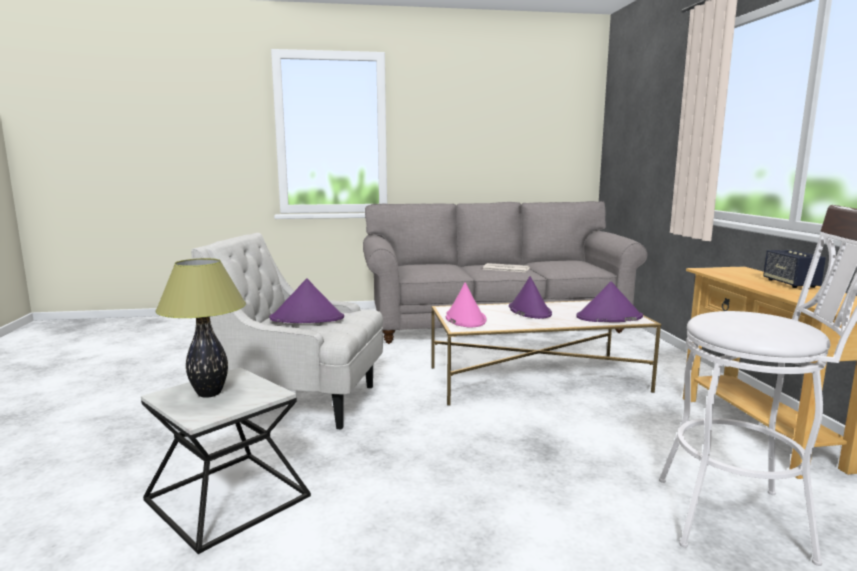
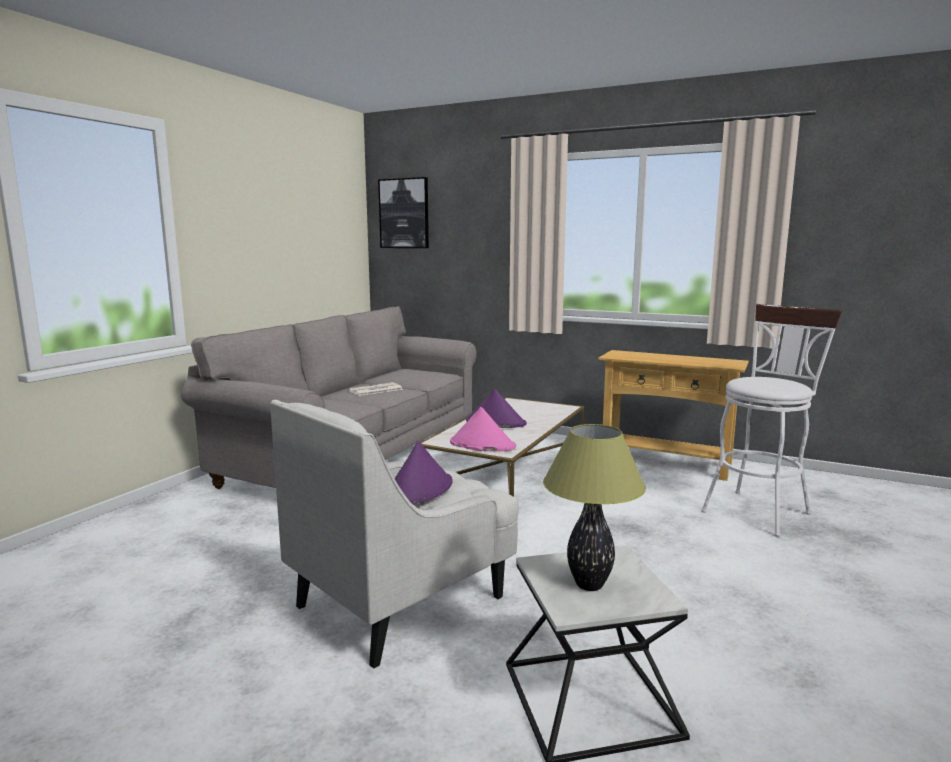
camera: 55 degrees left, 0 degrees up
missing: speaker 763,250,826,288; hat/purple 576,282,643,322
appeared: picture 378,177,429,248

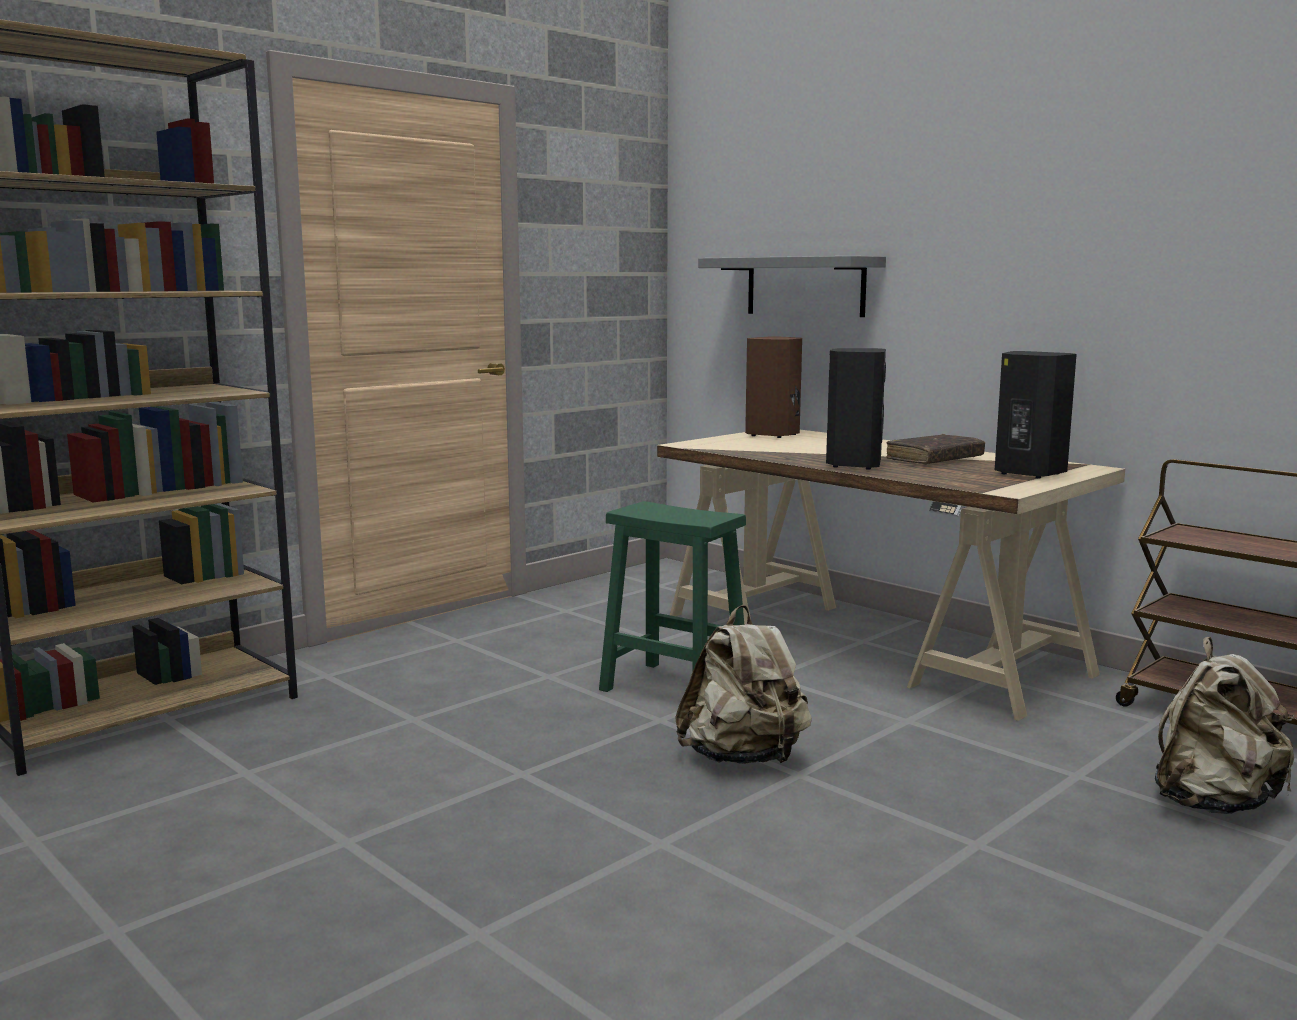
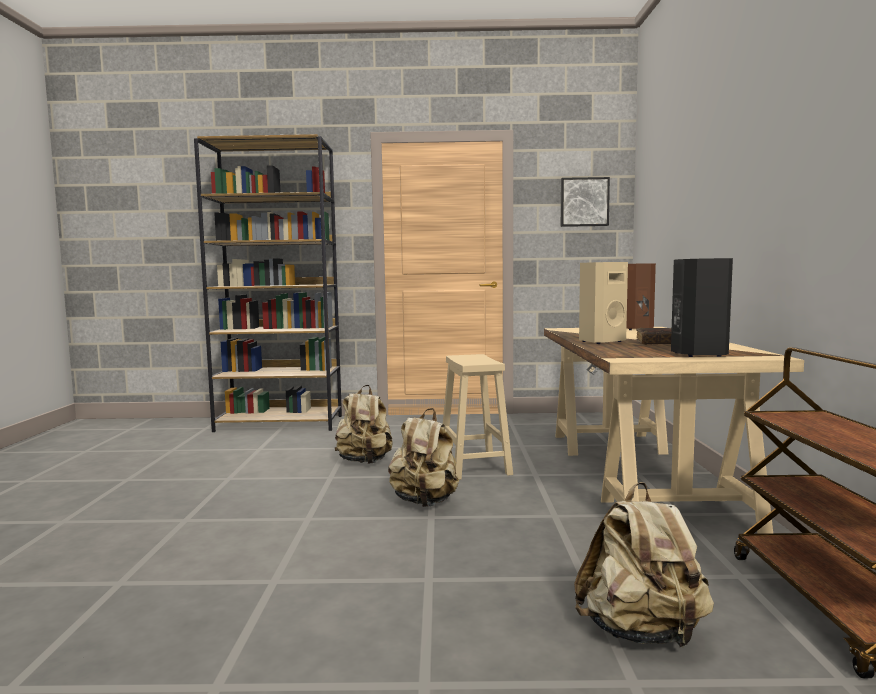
camera: 45 degrees right, 5 degrees down
missing: shelf/grey 698,256,886,317
appeared: picture 561,177,610,227; backpack/beige 335,385,393,464
colour: speaker/black 826,348,886,470 to speaker/beige 579,262,628,344; stool/green 599,501,746,692 to stool/beige 443,354,513,480

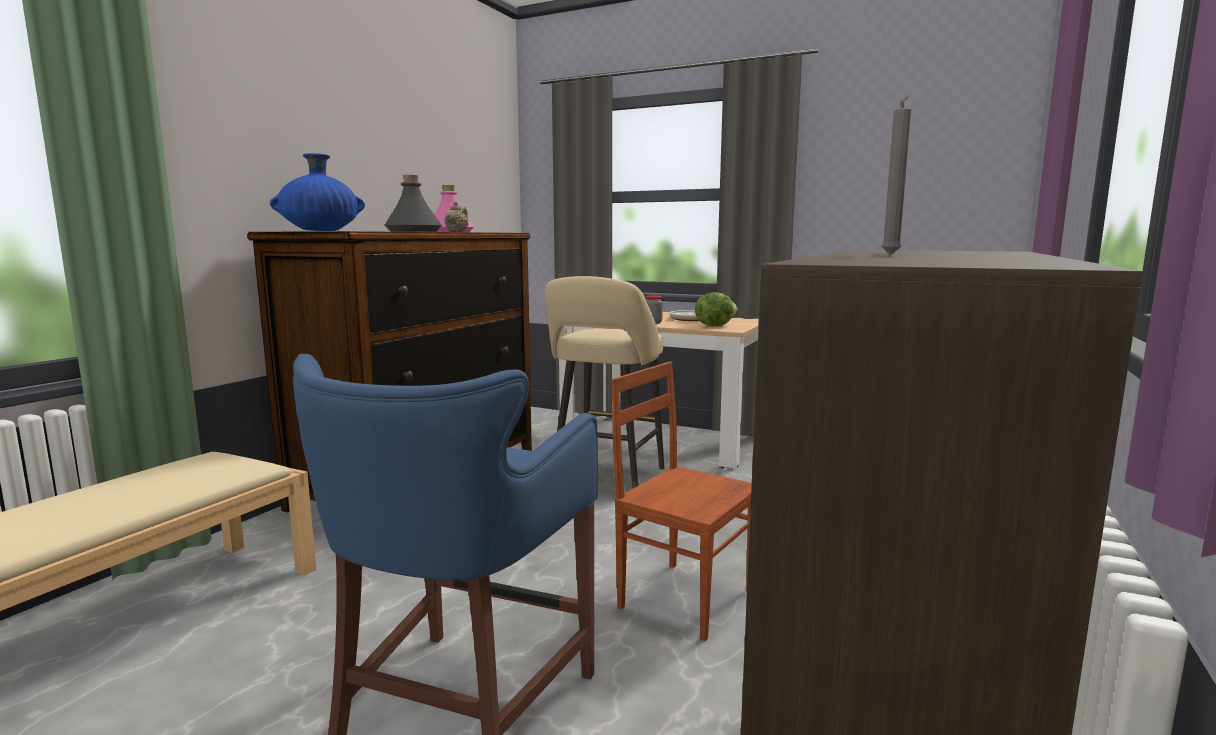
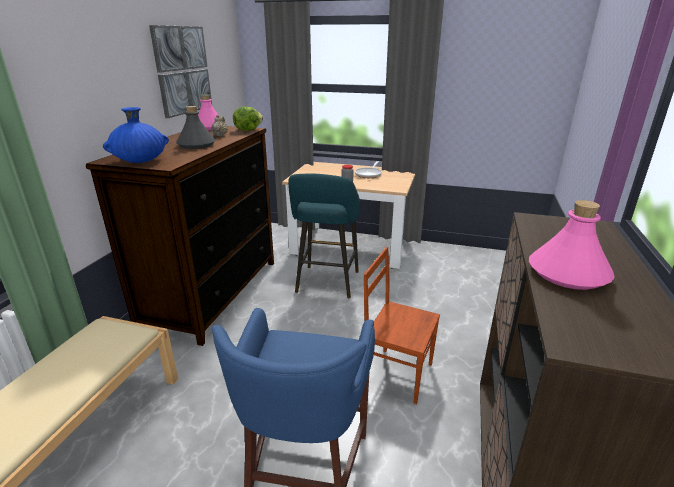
camera: 10 degrees left, 15 degrees up
appeared: picture 149,25,212,118
relocated: lettuce 695,292,737,326 to 233,106,263,131
exchanged: candle/grey 881,95,911,255 to bottle/pink 529,200,615,290
colour: stool/beige 545,276,664,489 to stool/turquoise 288,174,360,298

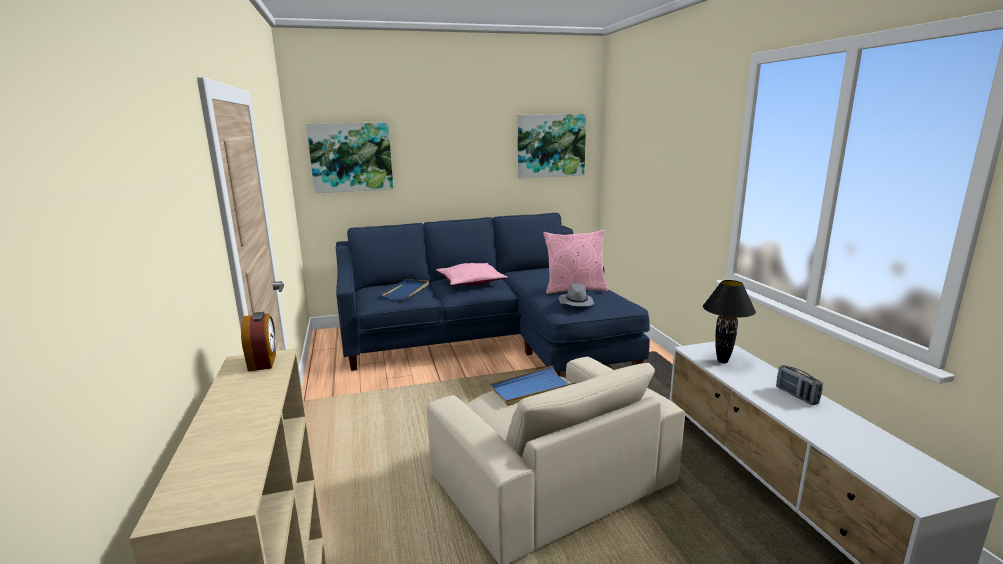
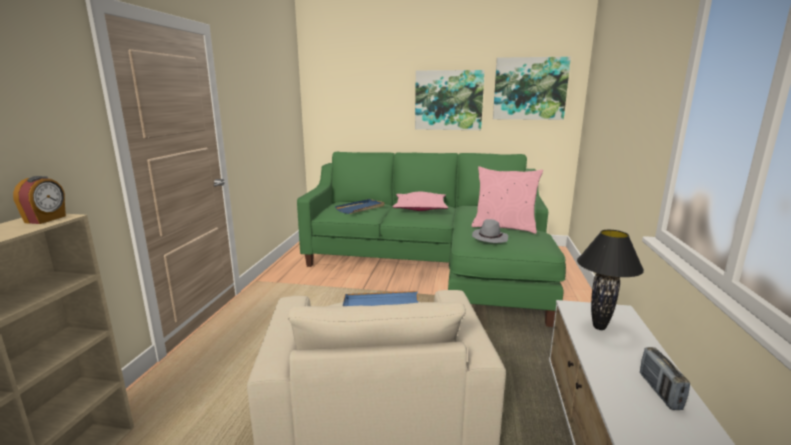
camera: 25 degrees right, 0 degrees up
relocated: picture 306,122,393,193 to 415,70,485,130
colour: sofa/blue 336,213,650,376 to sofa/green 297,152,566,327

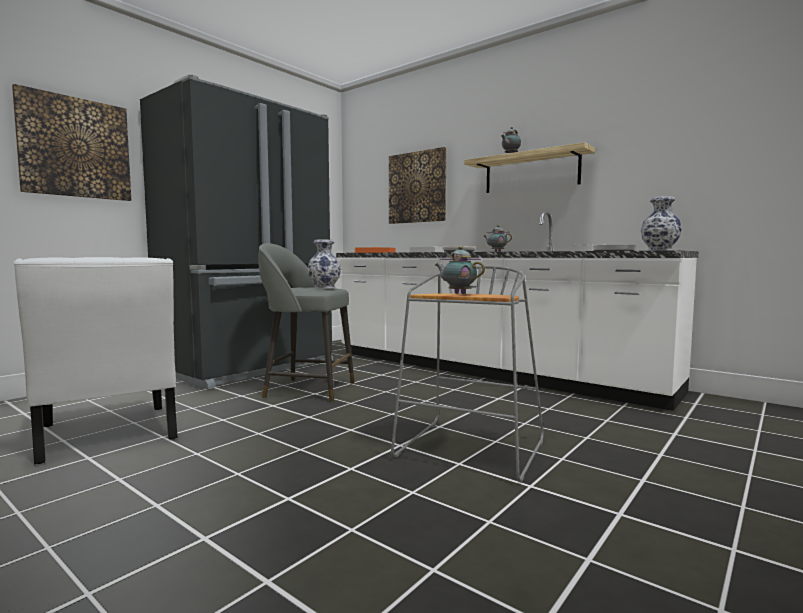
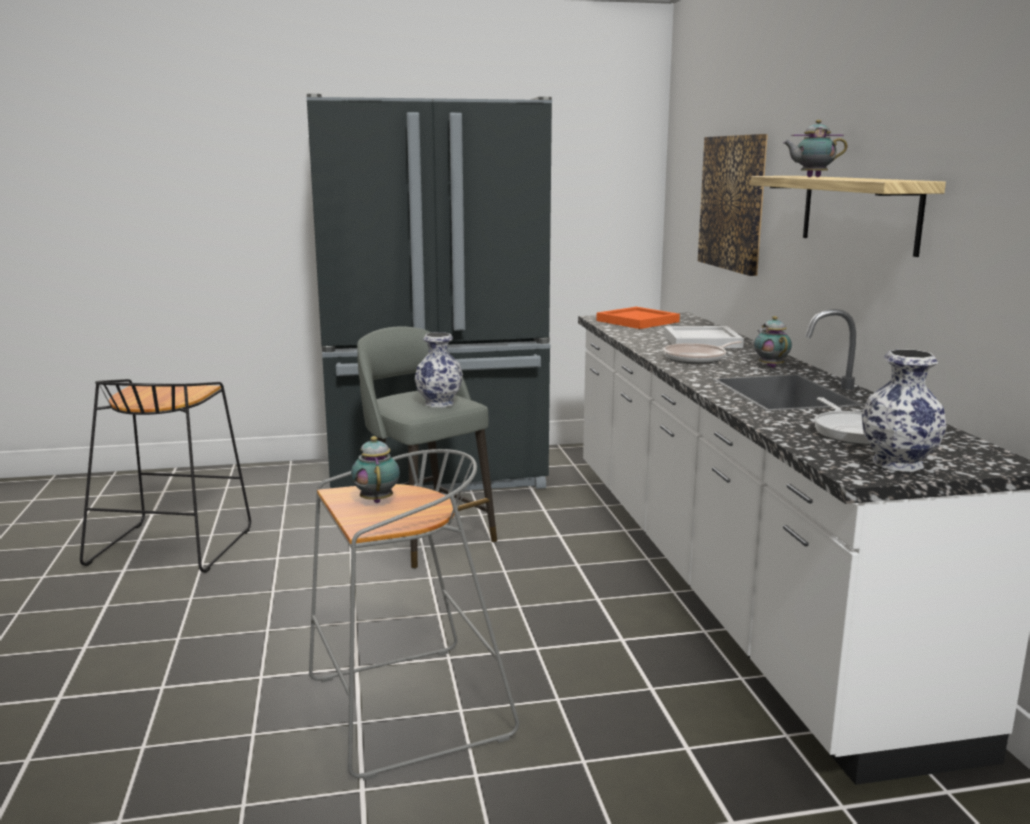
camera: 40 degrees right, 10 degrees up
missing: picture 12,84,131,201
exchanged: chair/white 14,257,178,464 to stool/black 80,379,251,573

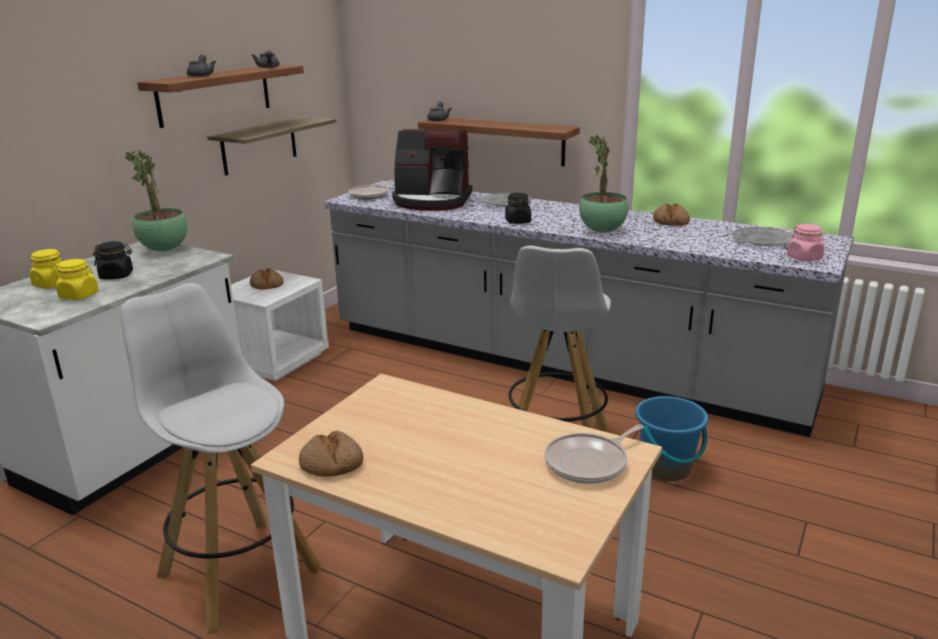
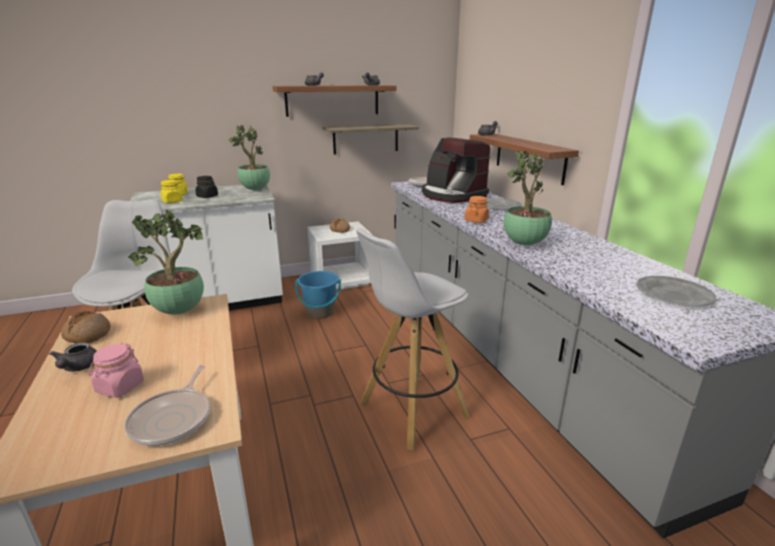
camera: 40 degrees right, 0 degrees up
missing: bread 653,203,690,226
appeared: potted plant 128,210,204,315; teapot/grey 49,342,97,372
relocated: jar/pink 787,224,824,261 to 89,343,144,398; bucket/blue 635,396,708,481 to 295,271,341,319
colour: jar/black 505,193,531,224 to jar/orange 465,196,489,223
spun: frying pan 544,424,644,484 = 124,365,210,446 90 degrees counterclockwise

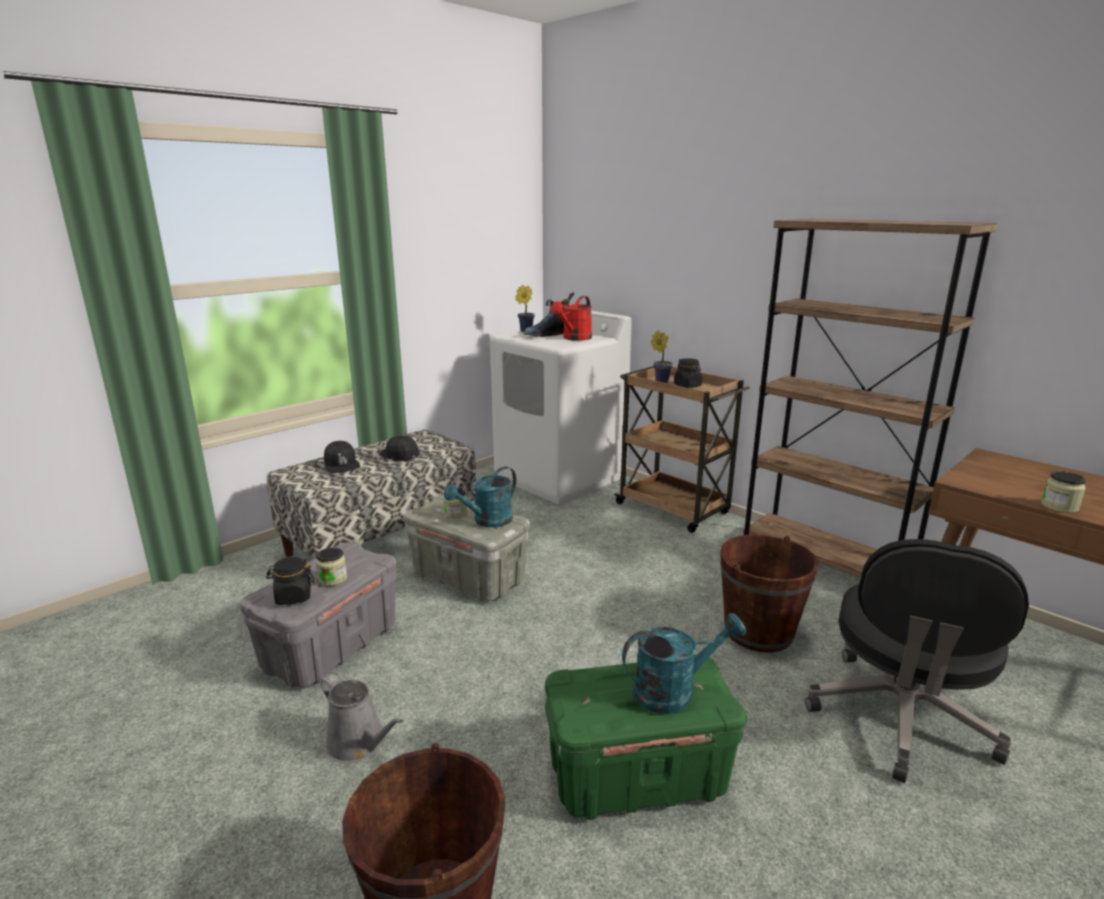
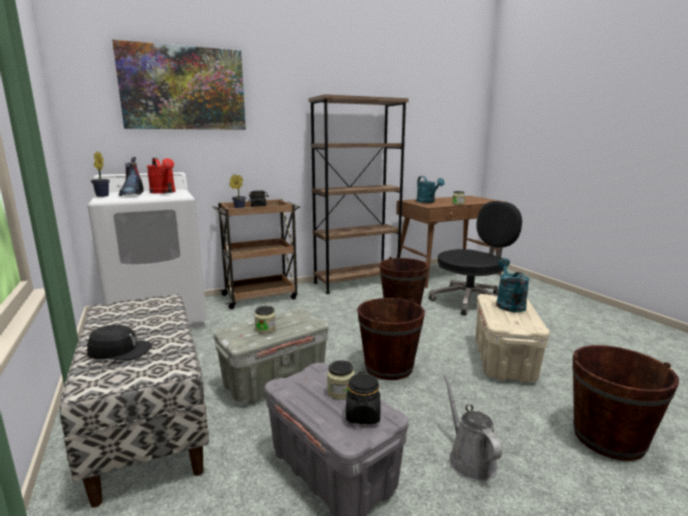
camera: 70 degrees left, 5 degrees down
missing: cap/black 379,436,419,461
appeared: picture 112,40,246,130; bucket/brown 357,298,425,380
relocated: watering can/turquoise 444,466,516,528 to 417,176,445,203
colour: storage box/green 545,655,747,820 to storage box/beige 475,294,550,383
spun: office chair/black 805,539,1029,783 = 429,201,522,316 75 degrees counterclockwise; watering can/grey 321,674,403,763 = 444,374,502,481 75 degrees counterclockwise

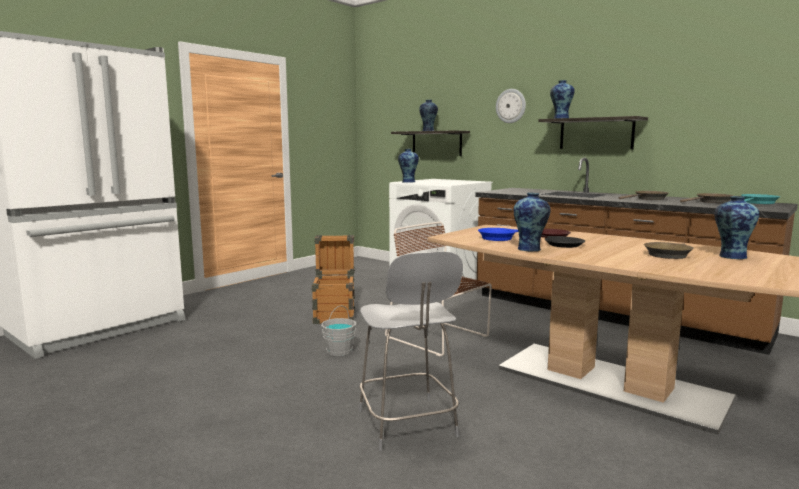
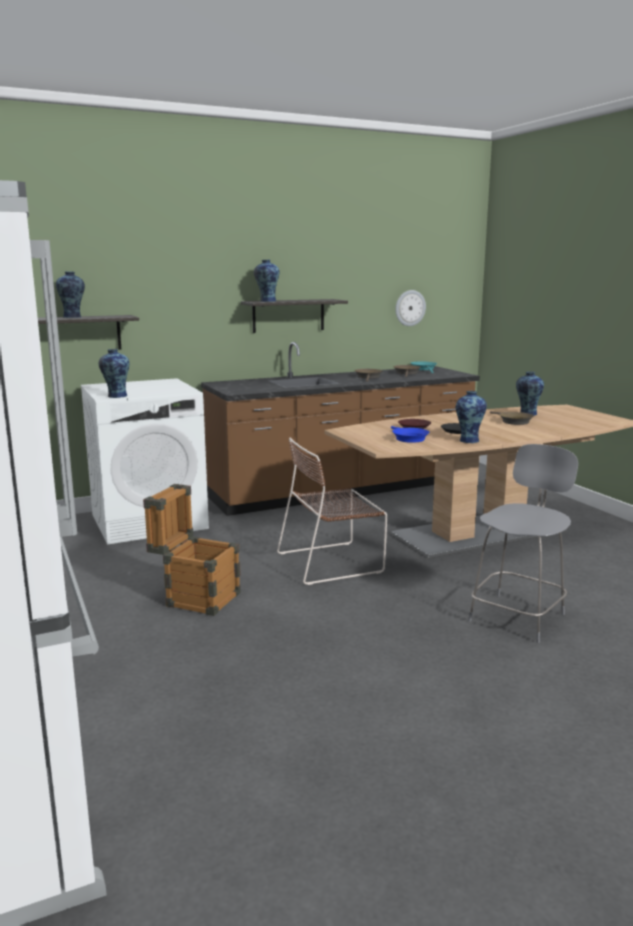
camera: 65 degrees left, 5 degrees up
missing: bucket/grey 321,305,356,356
relocated: wall clock 496,89,526,123 to 395,290,426,326
spun: chair/grey 359,251,463,451 = 468,444,578,643 60 degrees counterclockwise

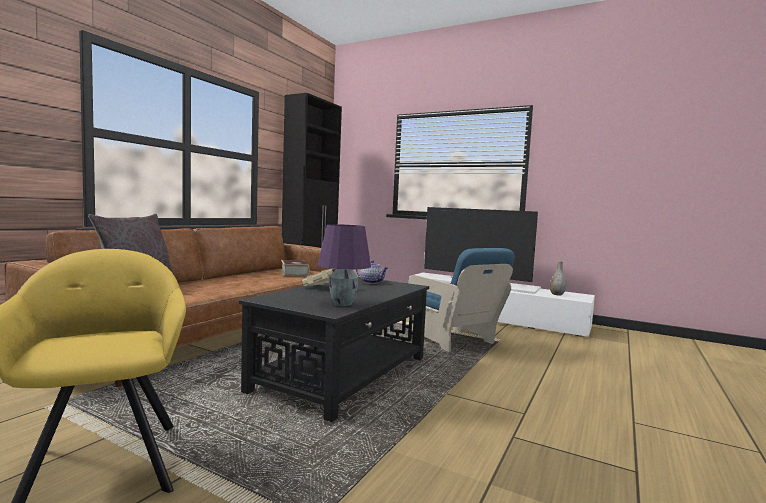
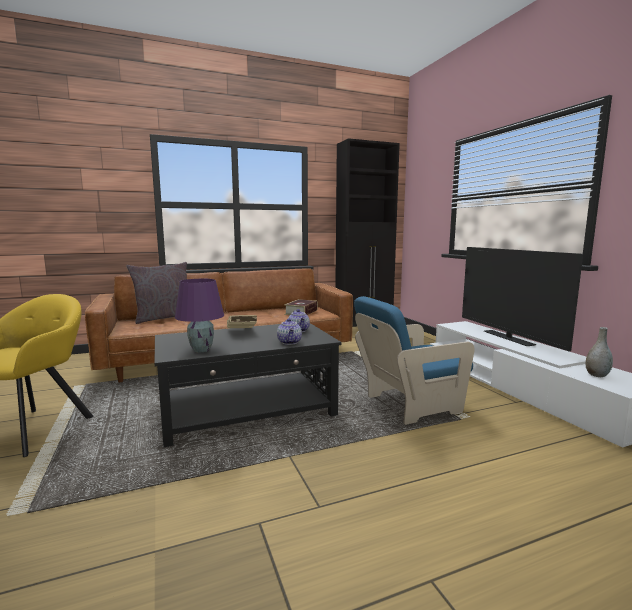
camera: 40 degrees right, 5 degrees up
appeared: teapot 277,318,302,345
spun: armchair/blue 409,248,515,352 = 354,296,475,425 60 degrees clockwise

